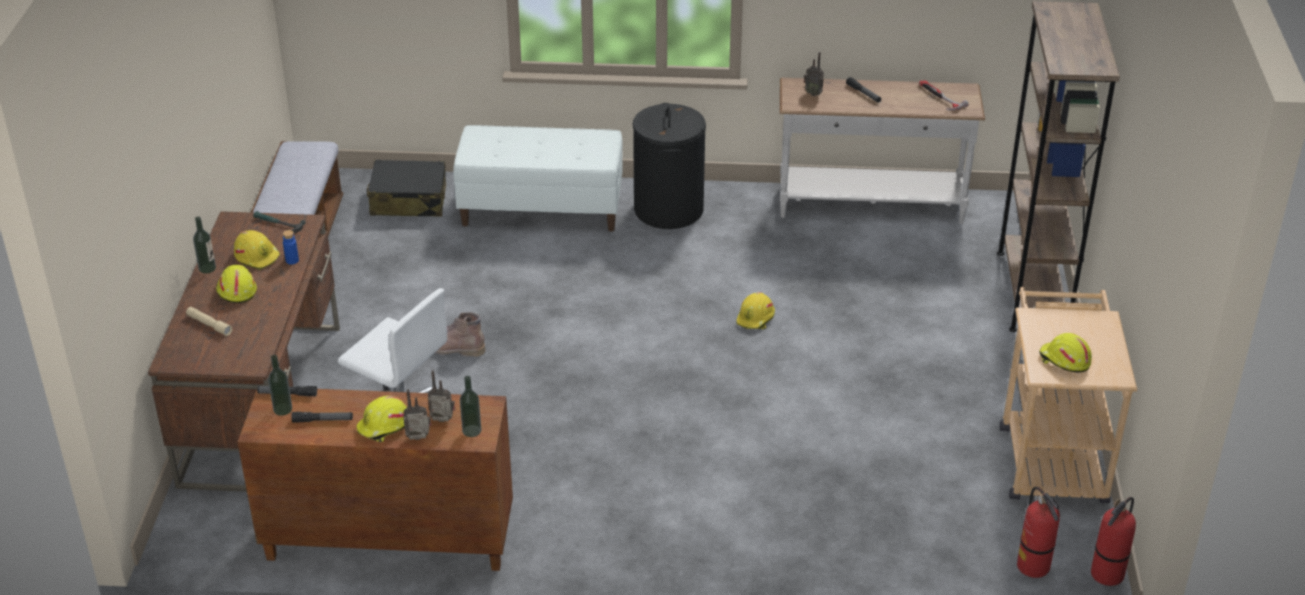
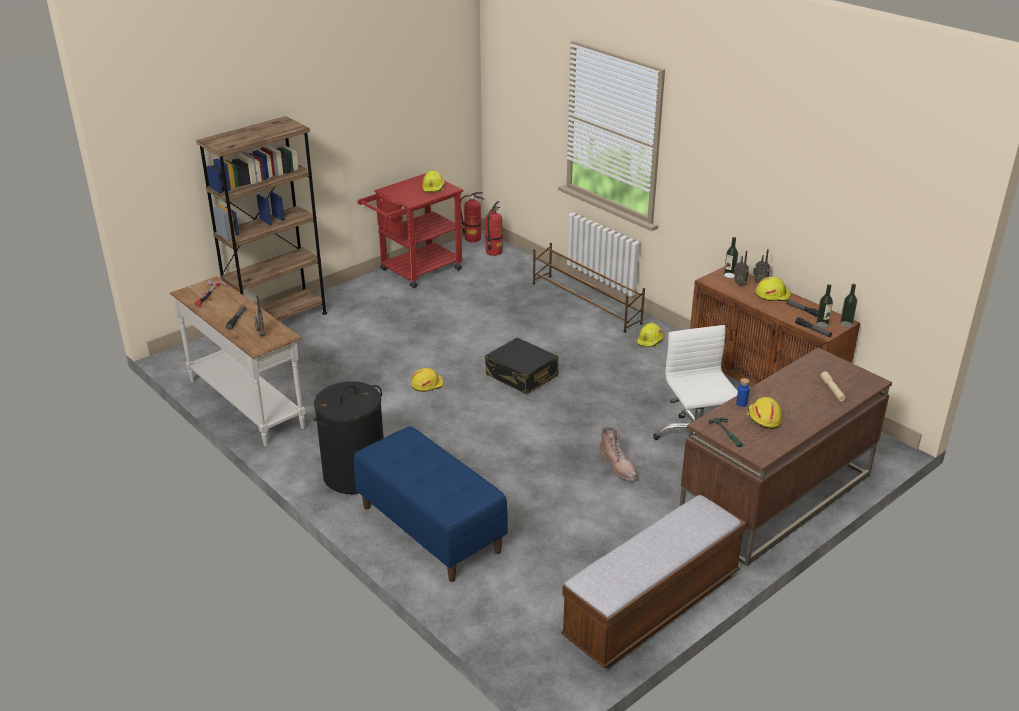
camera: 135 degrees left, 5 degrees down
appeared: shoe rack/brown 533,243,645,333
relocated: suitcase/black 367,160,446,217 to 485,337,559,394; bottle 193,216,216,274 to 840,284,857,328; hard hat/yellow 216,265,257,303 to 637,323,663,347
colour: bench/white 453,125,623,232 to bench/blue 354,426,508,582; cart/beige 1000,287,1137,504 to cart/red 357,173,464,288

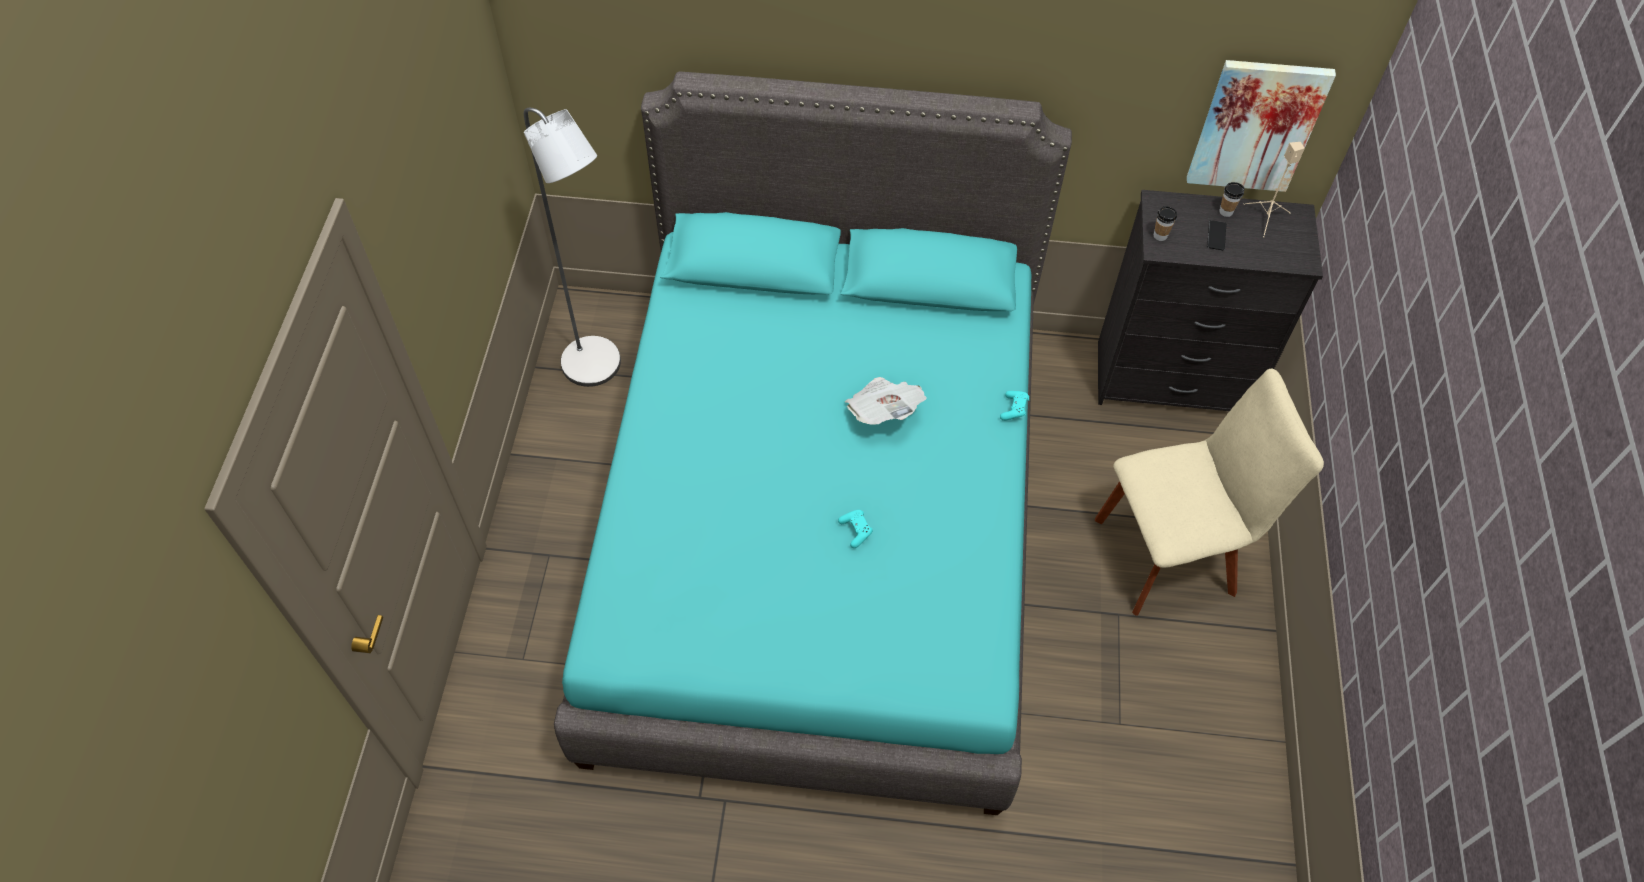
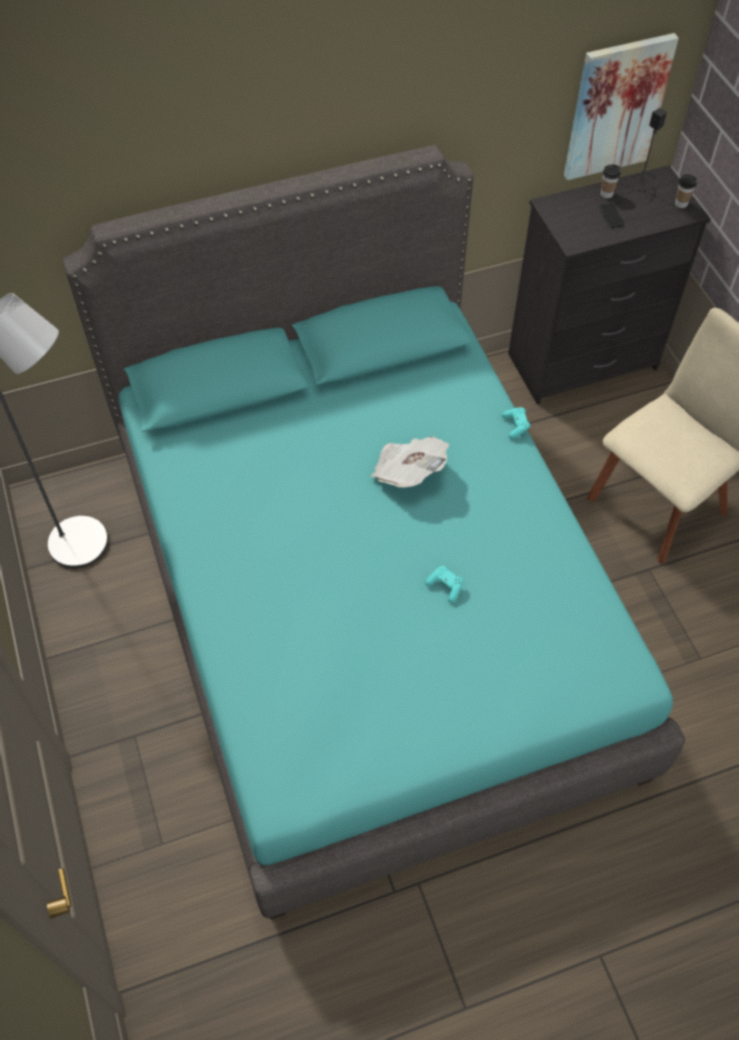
camera: 25 degrees left, 0 degrees up
relocated: cup 1154,206,1177,241 to 675,174,697,208
colour: speaker/beige 1244,142,1305,238 to speaker/black 617,108,667,204

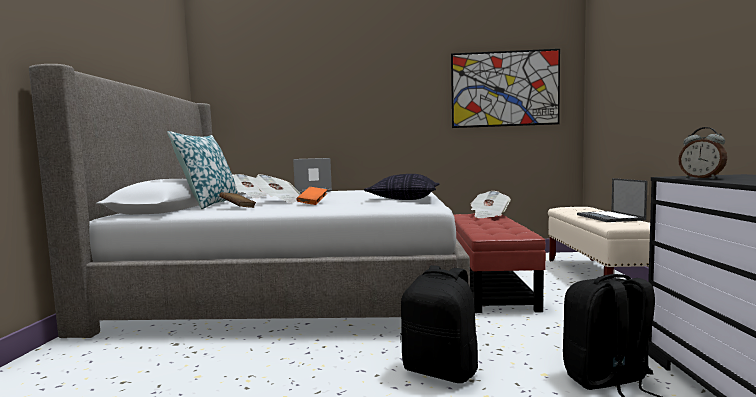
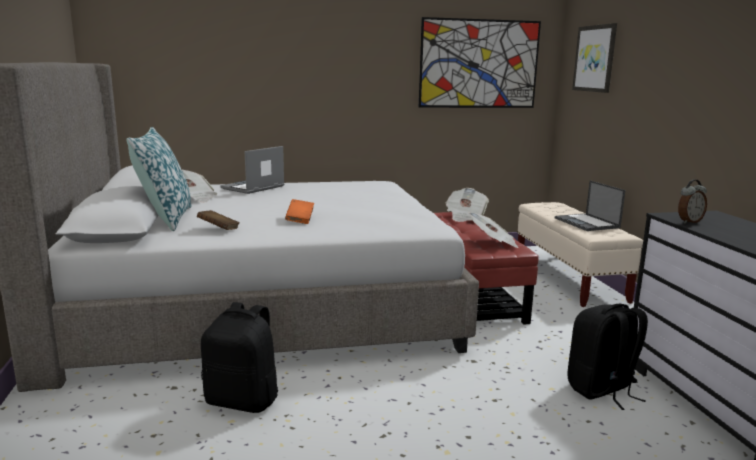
camera: 15 degrees left, 10 degrees up
missing: pillow 364,174,440,200
appeared: picture 572,23,617,93
relocated: newspaper 253,174,300,203 to 468,212,518,248; backpack/black 400,265,478,383 to 201,302,278,413
spun: alarm clock 678,127,727,179 = 678,179,707,224 75 degrees counterclockwise

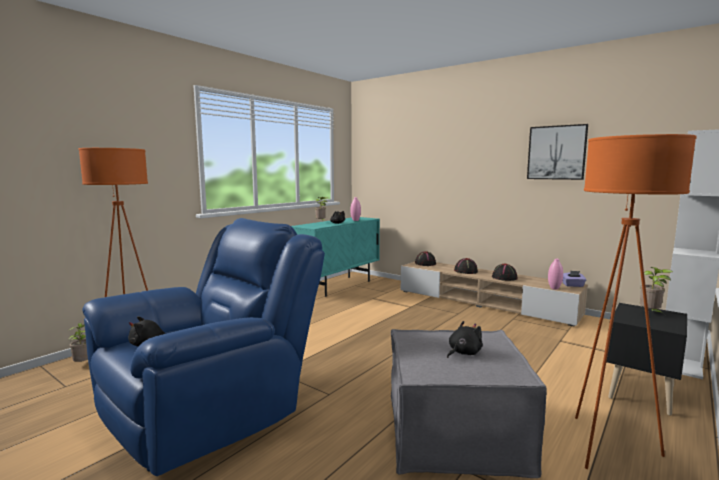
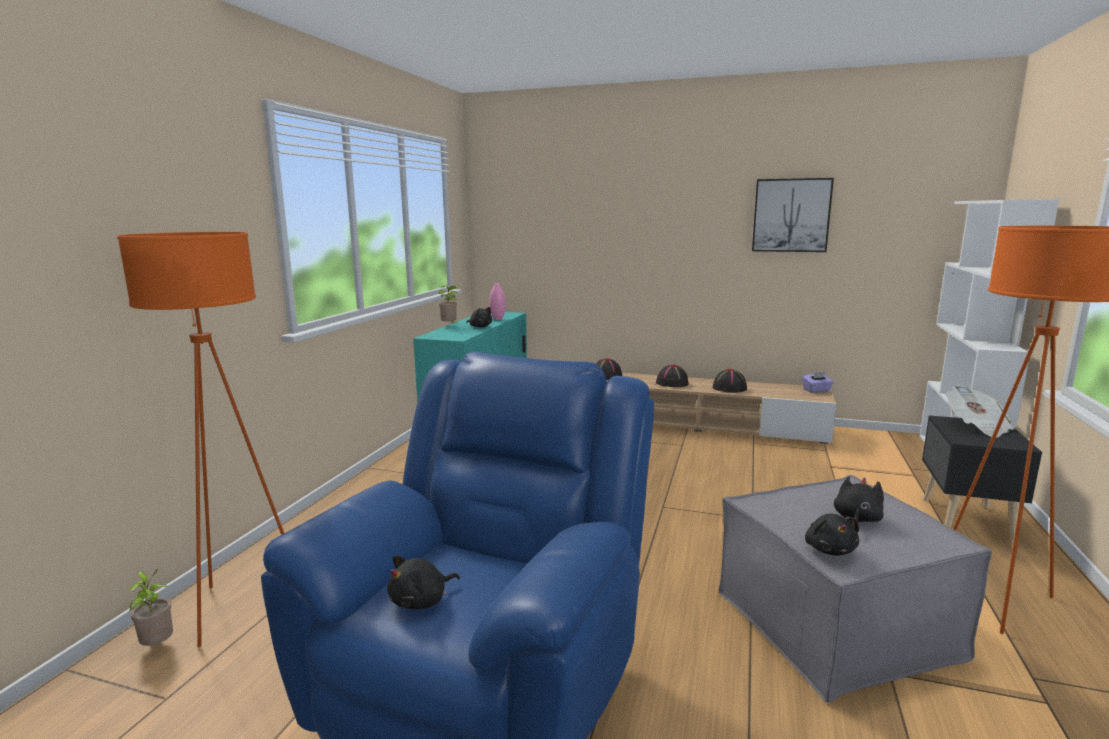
camera: 20 degrees left, 5 degrees up
missing: vase/pink 548,259,563,290
appeared: plush toy/black 805,514,859,556
exchanged: potted plant 640,267,673,315 to newspaper 946,385,1015,437

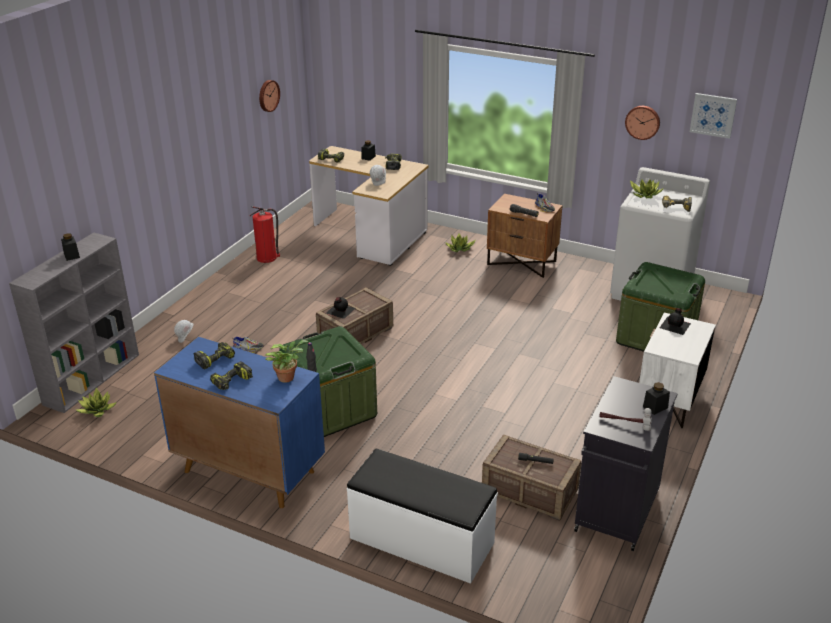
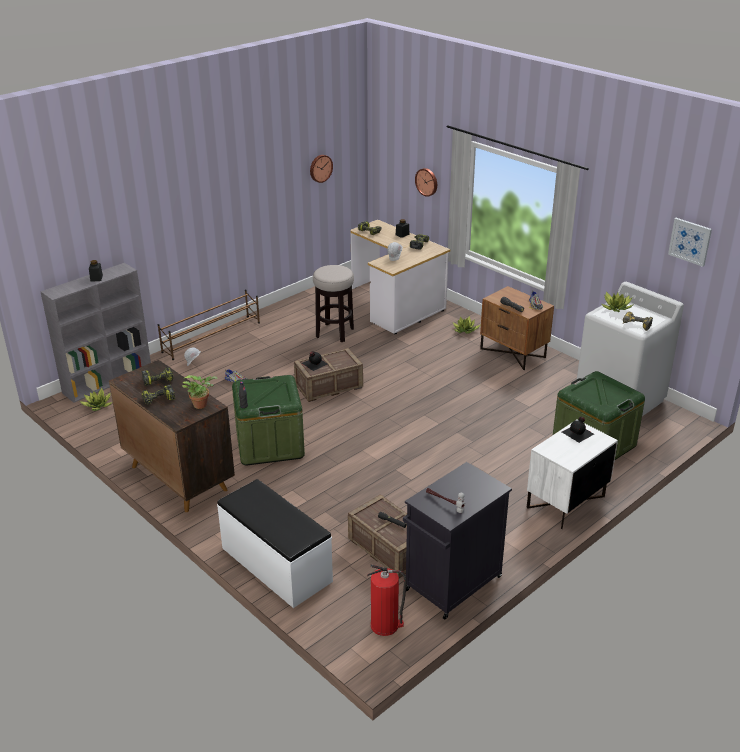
camera: 20 degrees right, 0 degrees up
missing: jar/black 643,382,670,415
appeared: stool 313,265,354,342; shoe rack/brown 158,289,260,360
relocated: wall clock 625,106,660,140 to 415,168,437,197; fire extinguisher 250,206,280,263 to 367,565,407,636
colour: cabinet/blue 154,337,325,508 to cabinet/brown 109,360,235,512

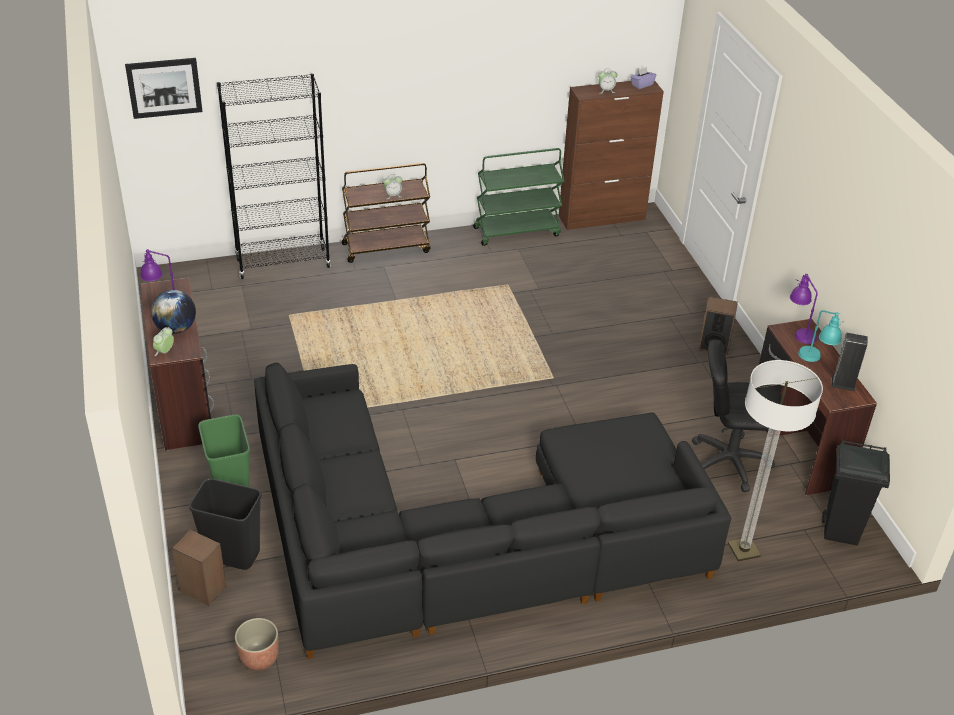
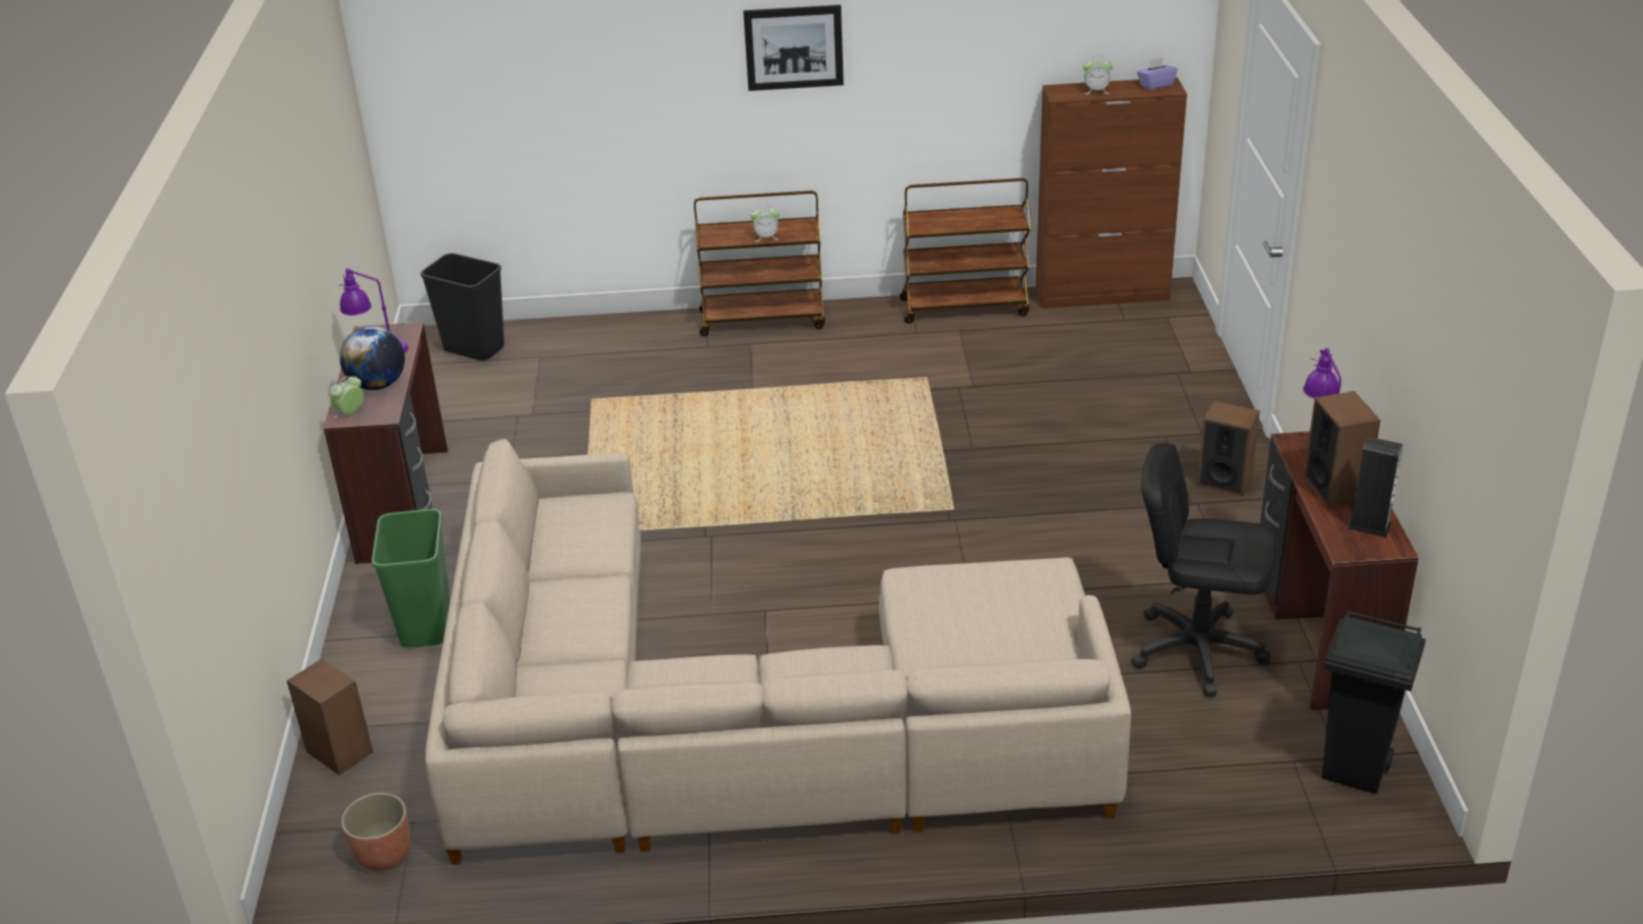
camera: 15 degrees right, 5 degrees down
missing: bookcase/black 217,73,331,279; floor lamp 728,360,823,561
relocated: picture 125,58,203,119 to 743,5,844,91; trash can/black 189,478,262,570 to 420,253,504,361
exchanged: table lamp/turquoise 798,310,845,362 to speaker 1304,391,1381,507
colour: cart/green 473,148,564,246 to cart/brown 900,178,1031,324; sofa/black 254,362,731,659 to sofa/beige 425,439,1131,865

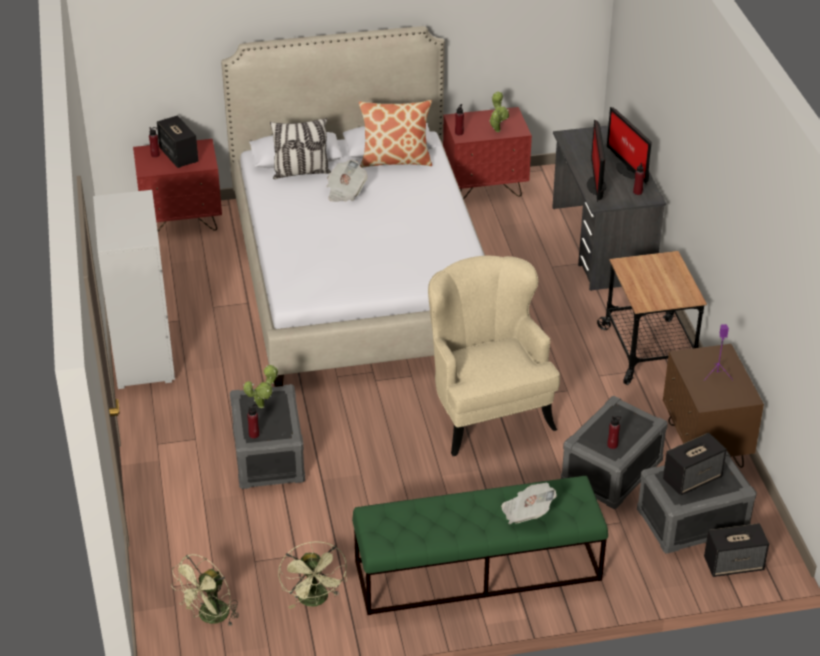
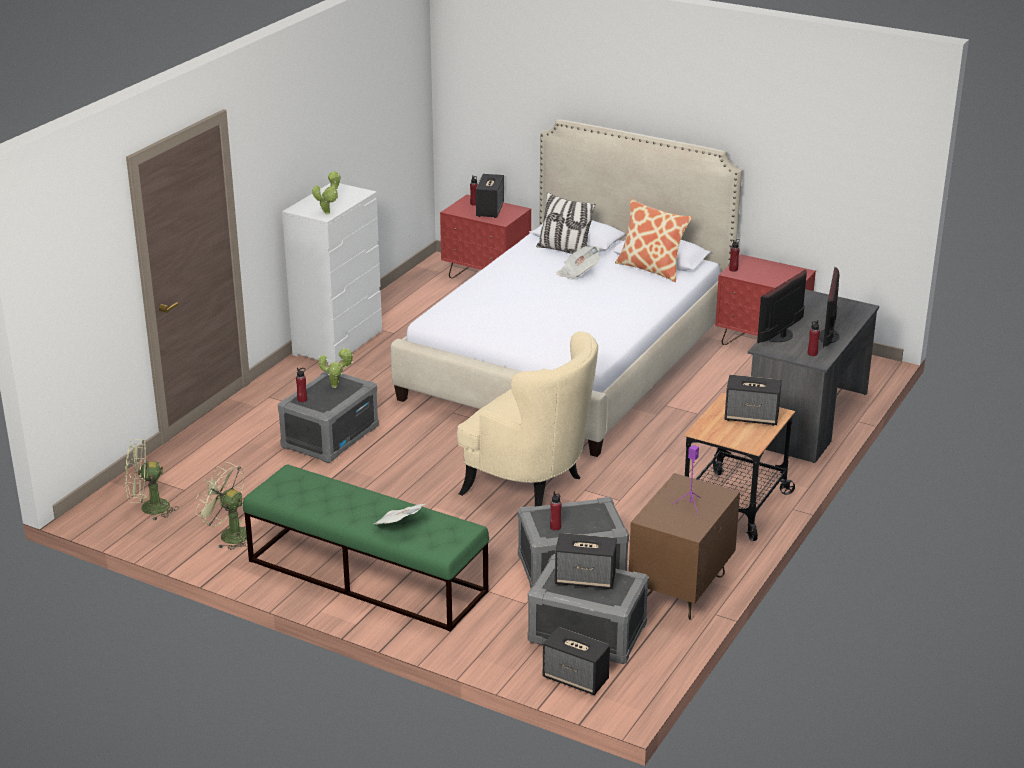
camera: 40 degrees right, 10 degrees down
appeared: speaker 725,375,782,426
relocated: potted plant 489,92,509,132 to 312,171,341,214
spun: armchair/beige 428,255,560,456 = 457,331,598,507 105 degrees clockwise; fan/green 278,541,347,609 = 196,462,248,550 90 degrees clockwise

